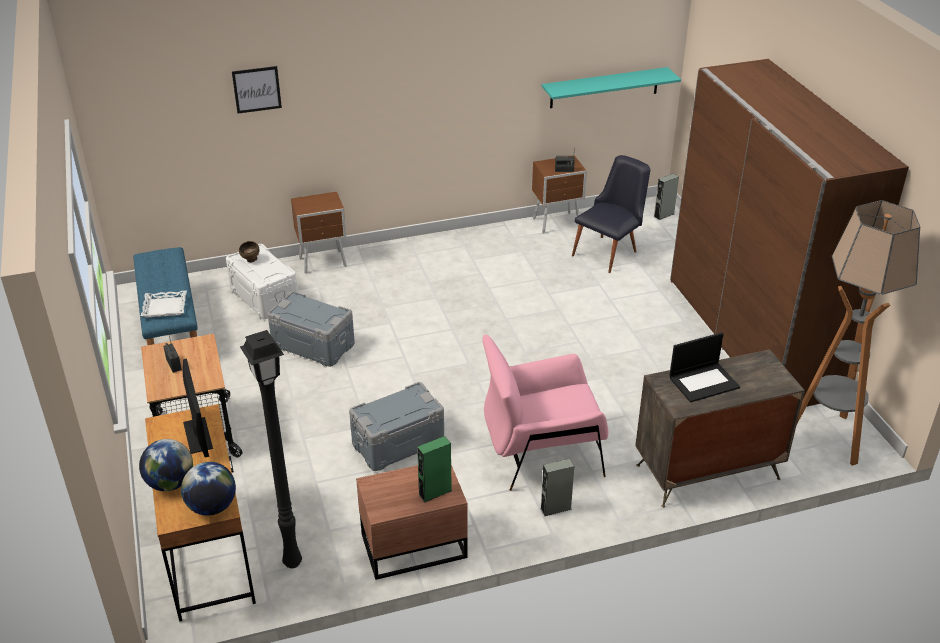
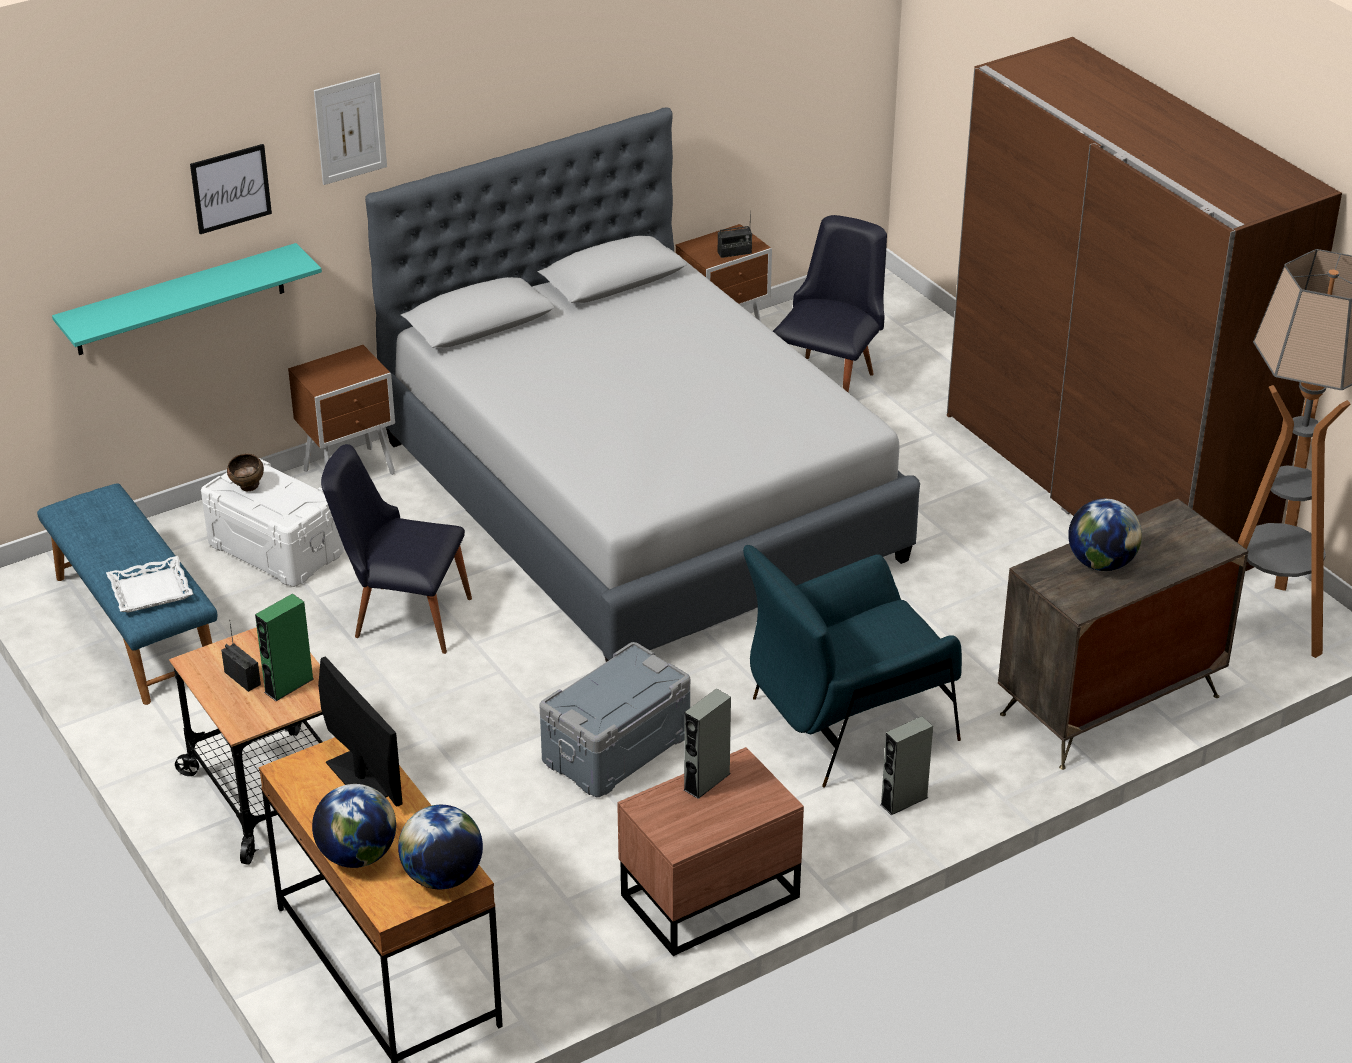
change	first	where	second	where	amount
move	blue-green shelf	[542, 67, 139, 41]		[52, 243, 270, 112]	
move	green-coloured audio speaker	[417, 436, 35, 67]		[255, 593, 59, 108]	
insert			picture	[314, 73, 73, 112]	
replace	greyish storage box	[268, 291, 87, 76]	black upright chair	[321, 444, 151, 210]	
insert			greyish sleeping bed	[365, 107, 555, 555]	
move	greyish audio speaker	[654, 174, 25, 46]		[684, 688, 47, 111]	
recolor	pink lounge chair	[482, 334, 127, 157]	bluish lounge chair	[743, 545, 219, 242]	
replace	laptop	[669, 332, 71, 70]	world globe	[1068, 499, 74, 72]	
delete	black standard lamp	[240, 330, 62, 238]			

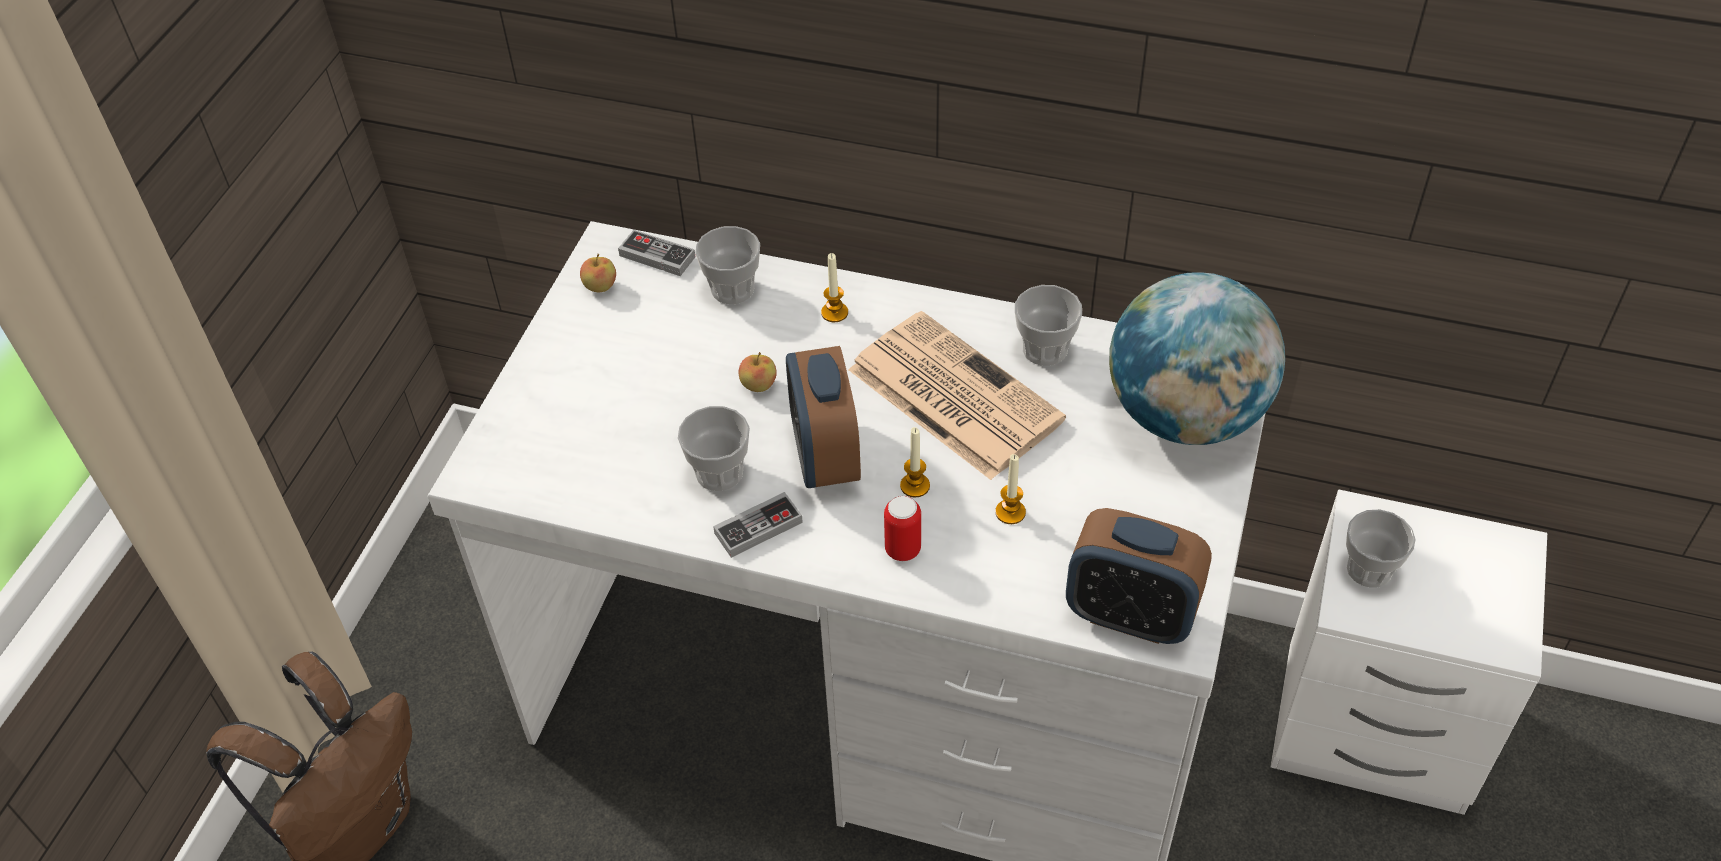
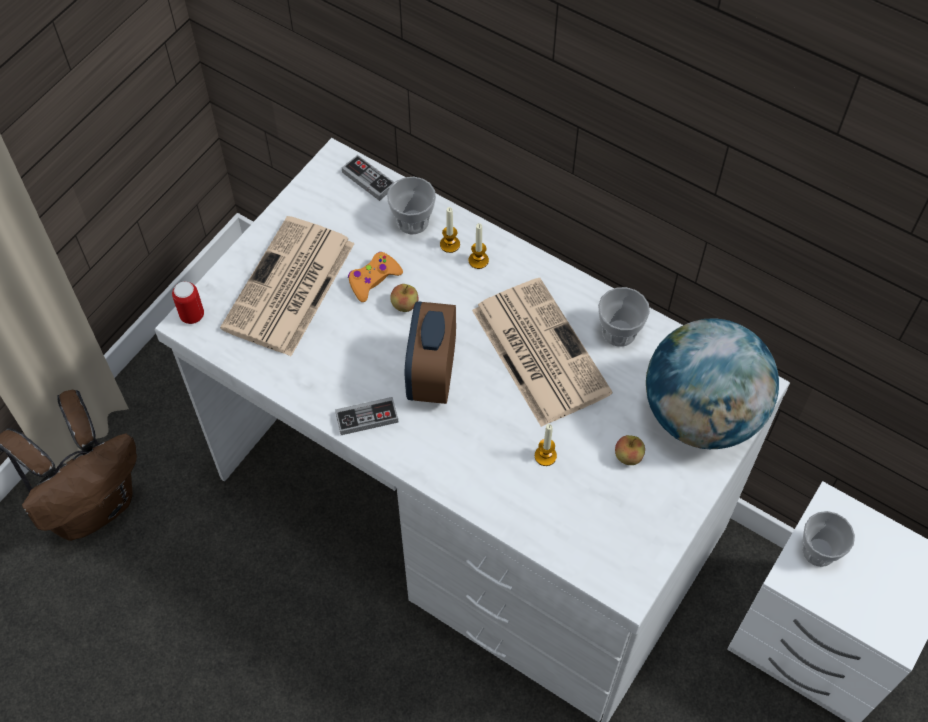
change	first	where	second	where	amount
move	metal can	[884, 496, 37, 65]		[172, 281, 32, 43]	
insert			newspaper	[220, 216, 135, 140]	
insert			orange joypad	[348, 252, 55, 50]	
move	wax candle	[900, 427, 30, 71]		[440, 207, 20, 46]	
move	apple fruit	[580, 253, 36, 39]		[615, 435, 30, 30]	
delete	cup	[678, 406, 72, 85]			
delete	alarm clock	[1066, 508, 146, 136]			

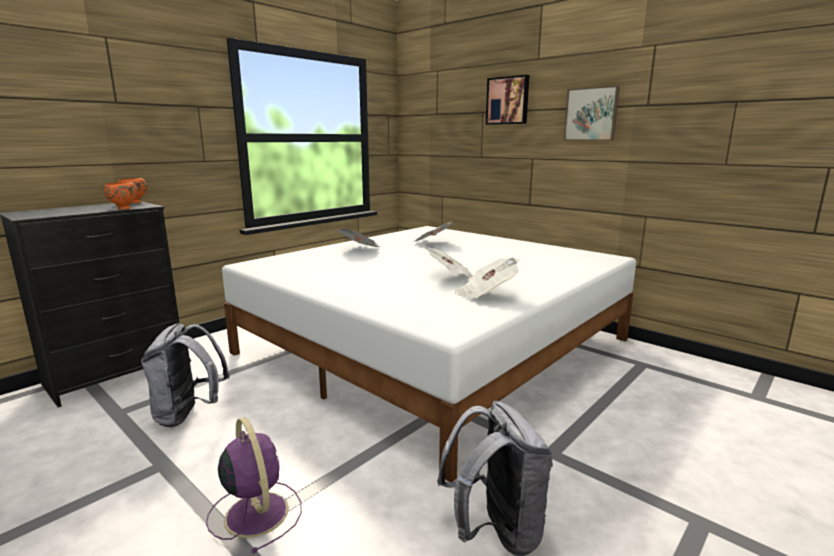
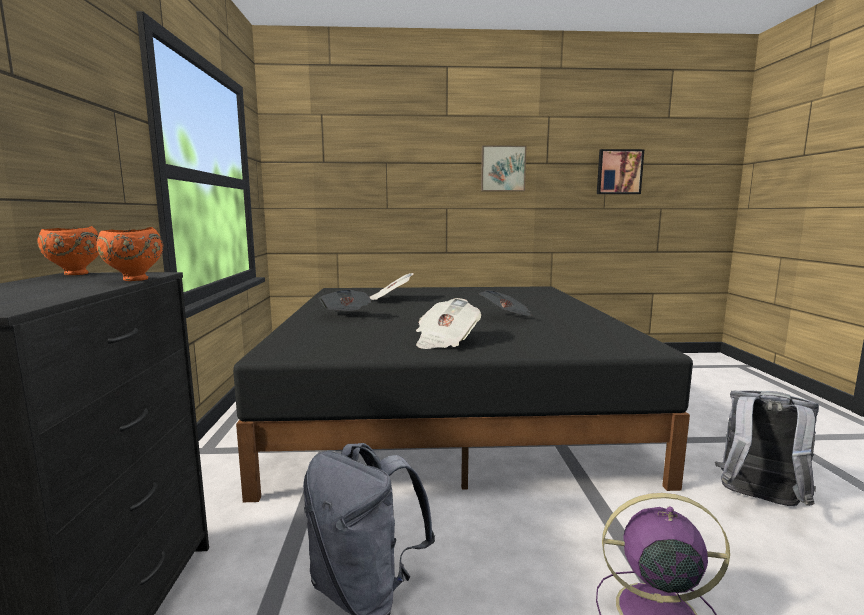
change	first	where	second	where	amount
recolor	white sleeping bed	[222, 226, 414, 256]	black sleeping bed	[233, 286, 460, 216]	
move	newspaper	[455, 257, 64, 42]		[416, 298, 65, 51]	
move	picture	[486, 75, 43, 50]		[597, 149, 47, 45]	

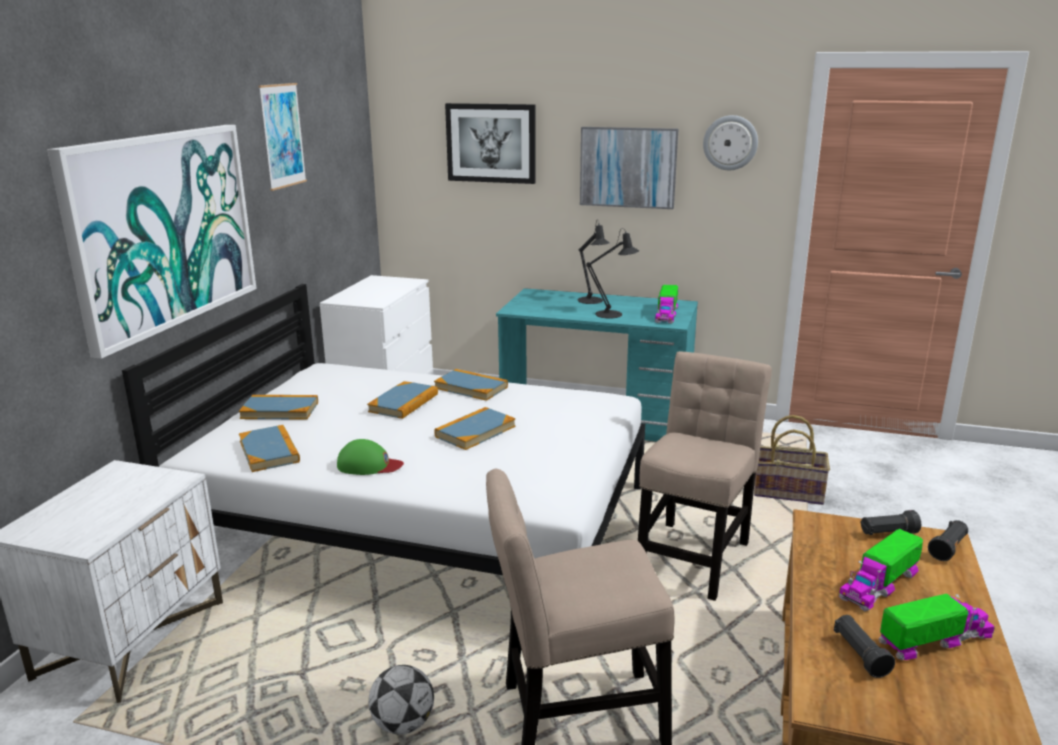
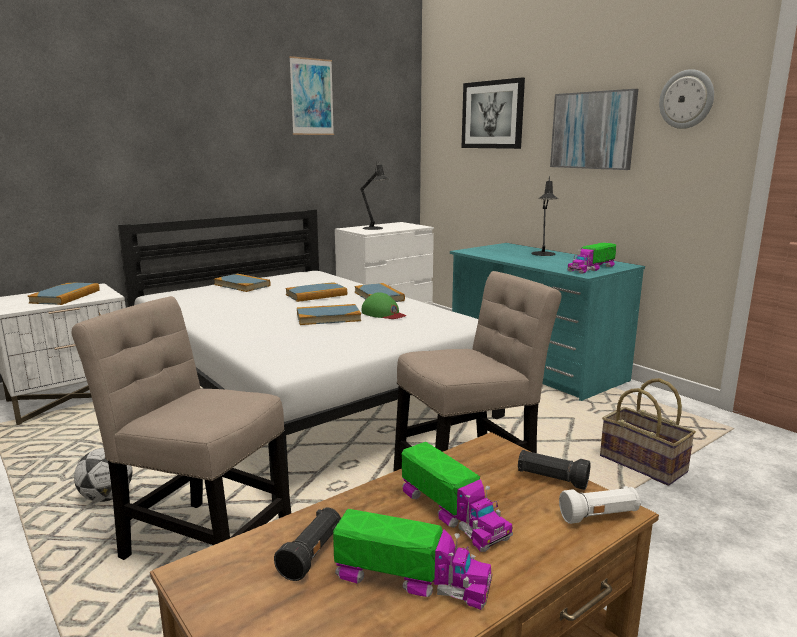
change	first	where	second	where	amount
move	bound book	[239, 425, 61, 47]		[28, 283, 72, 22]	
move	black table lamp	[586, 228, 53, 91]		[360, 161, 29, 69]	
move	green-coloured baseball cap	[337, 439, 67, 36]		[362, 292, 44, 27]	
rotate	toy lorry	[839, 529, 84, 82]		[401, 442, 112, 110]	120 degrees counterclockwise
recolor	black hand torch	[928, 520, 40, 41]	white hand torch	[559, 486, 82, 38]	
delete	picture	[47, 125, 210, 234]			

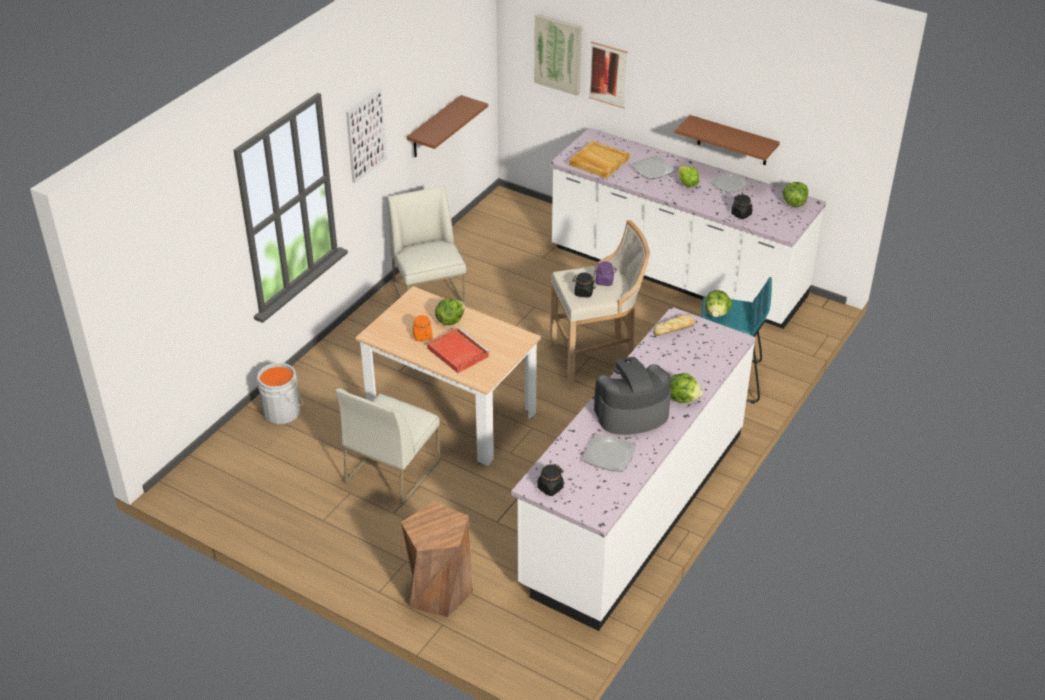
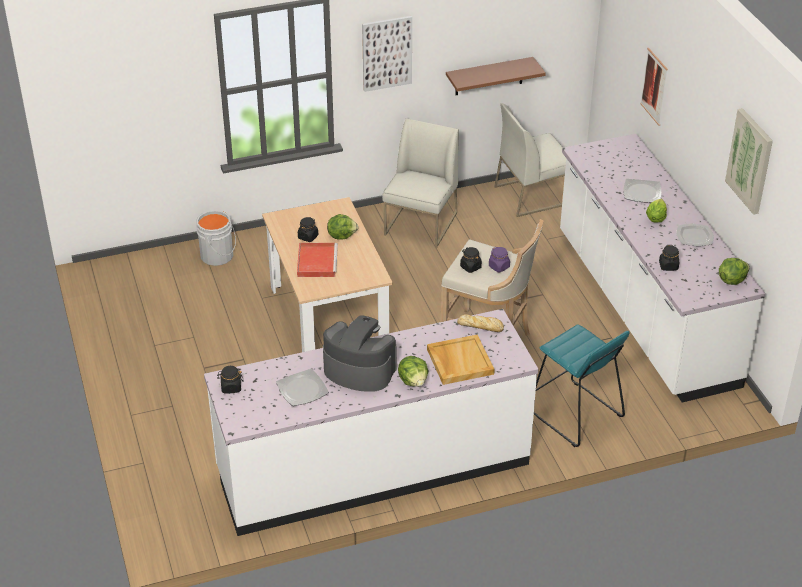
change	first	where	second	where	amount
recolor	orange storage jar	[413, 315, 19, 26]	black storage jar	[298, 217, 20, 25]	
move	beige carrying tray	[569, 141, 61, 38]		[427, 335, 68, 50]	
move	white upright chair	[335, 389, 105, 118]		[494, 103, 72, 114]	
move	picture	[534, 14, 48, 82]		[725, 108, 48, 107]	
delete	brown-coloured stool	[401, 501, 72, 117]			
delete	brown-coloured shelf	[675, 115, 105, 50]			
delete	lettuce head	[705, 290, 27, 27]			

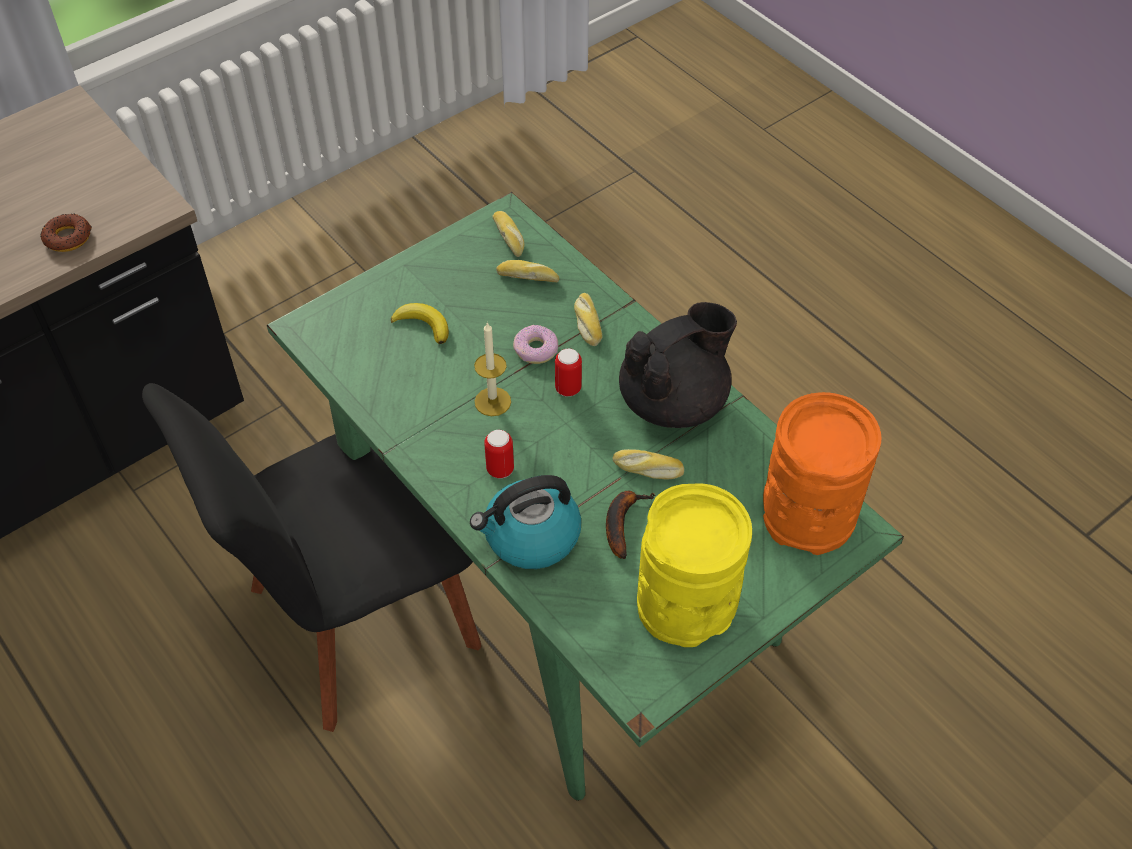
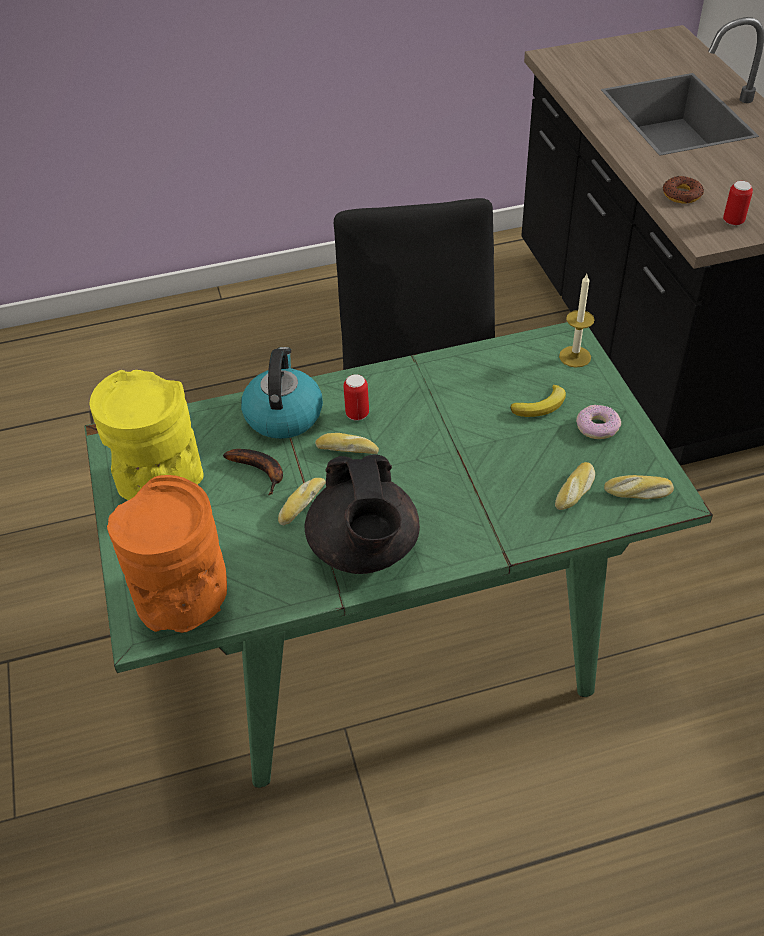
change	first	where	second	where	amount
move	baked bread	[574, 293, 28, 53]		[315, 433, 64, 21]	
move	wax candle	[474, 322, 37, 94]		[559, 274, 36, 94]	
move	ring doughnut	[513, 325, 45, 39]		[576, 405, 45, 34]	
move	metal can	[555, 348, 27, 49]		[723, 181, 30, 45]	

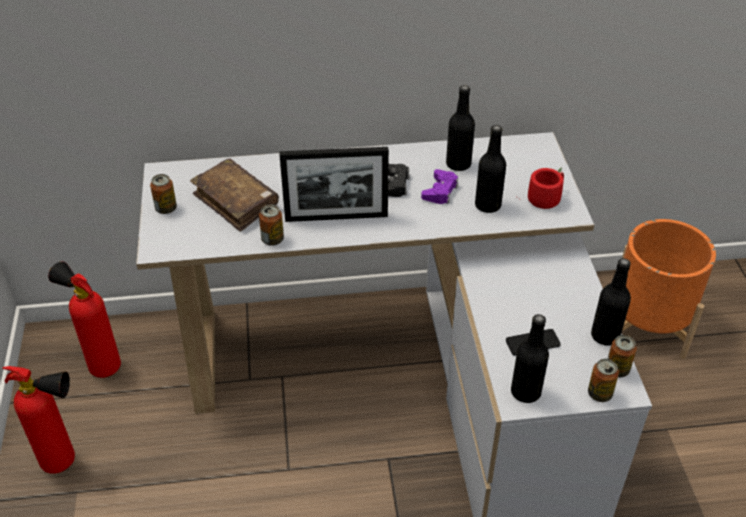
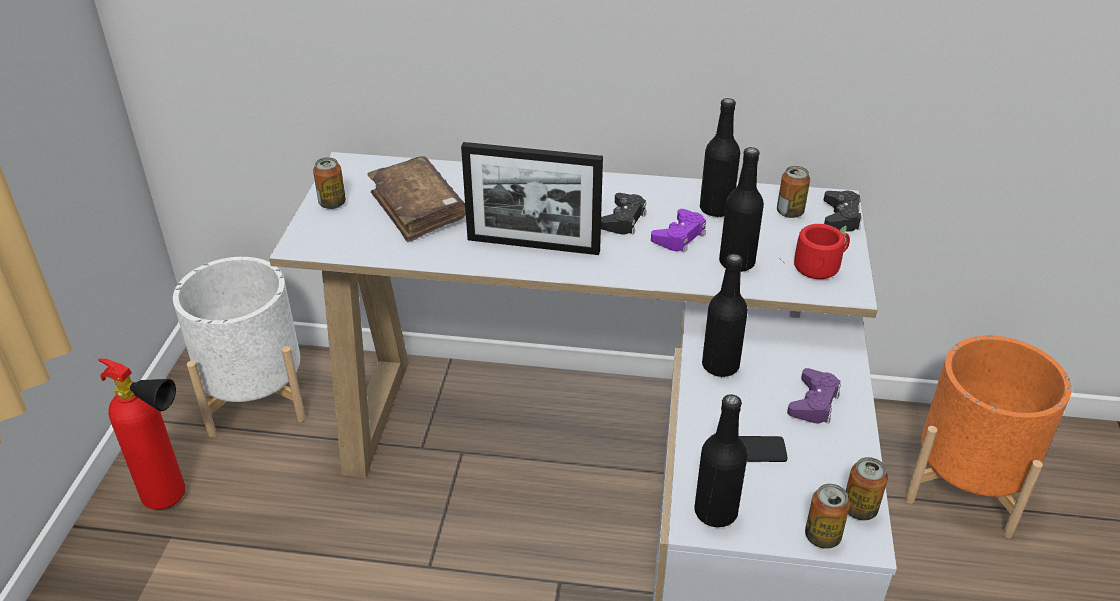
change	first	where	second	where	amount
replace	fire extinguisher	[48, 262, 73, 116]	white flower pot	[173, 257, 133, 180]	
move	black beverage bottle	[591, 258, 40, 88]		[702, 254, 46, 123]	
move	metal can	[259, 204, 25, 42]		[777, 166, 33, 52]	
insert			purplish joypad	[787, 368, 54, 56]	
insert			black joypad	[824, 191, 38, 41]	

